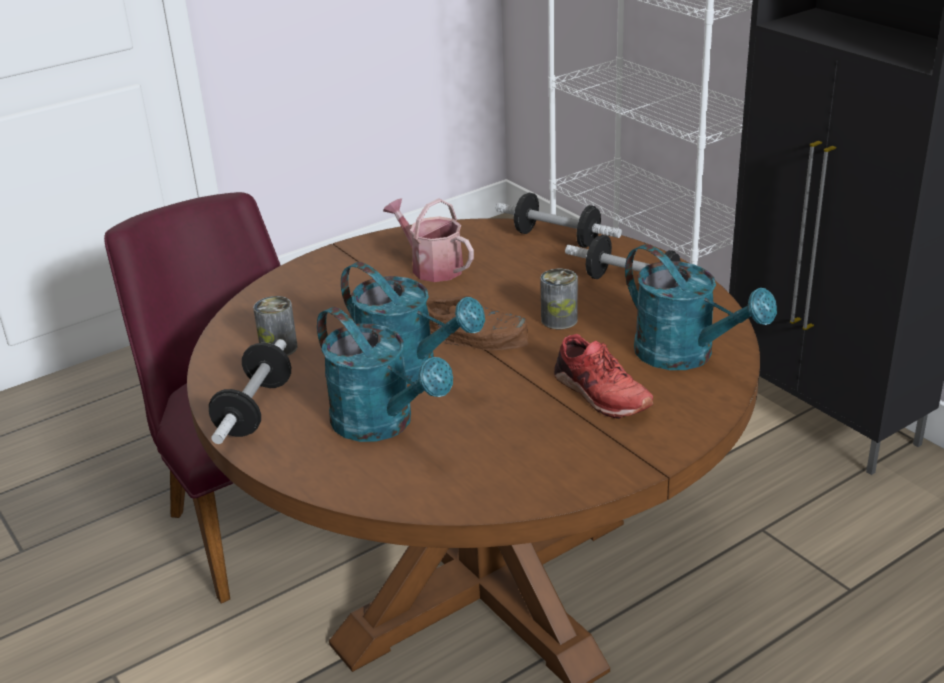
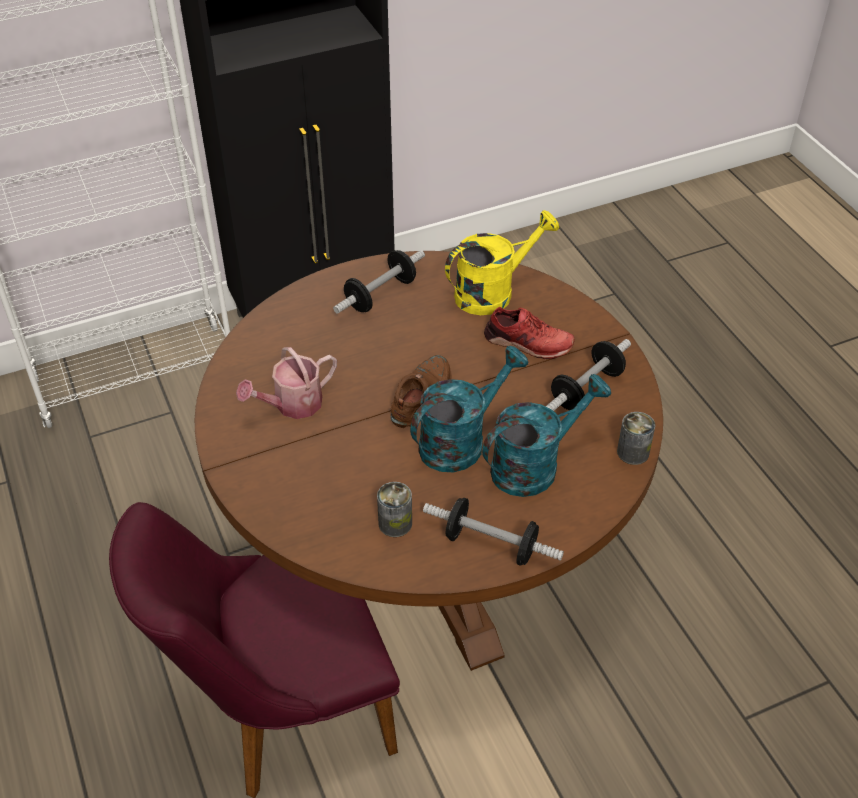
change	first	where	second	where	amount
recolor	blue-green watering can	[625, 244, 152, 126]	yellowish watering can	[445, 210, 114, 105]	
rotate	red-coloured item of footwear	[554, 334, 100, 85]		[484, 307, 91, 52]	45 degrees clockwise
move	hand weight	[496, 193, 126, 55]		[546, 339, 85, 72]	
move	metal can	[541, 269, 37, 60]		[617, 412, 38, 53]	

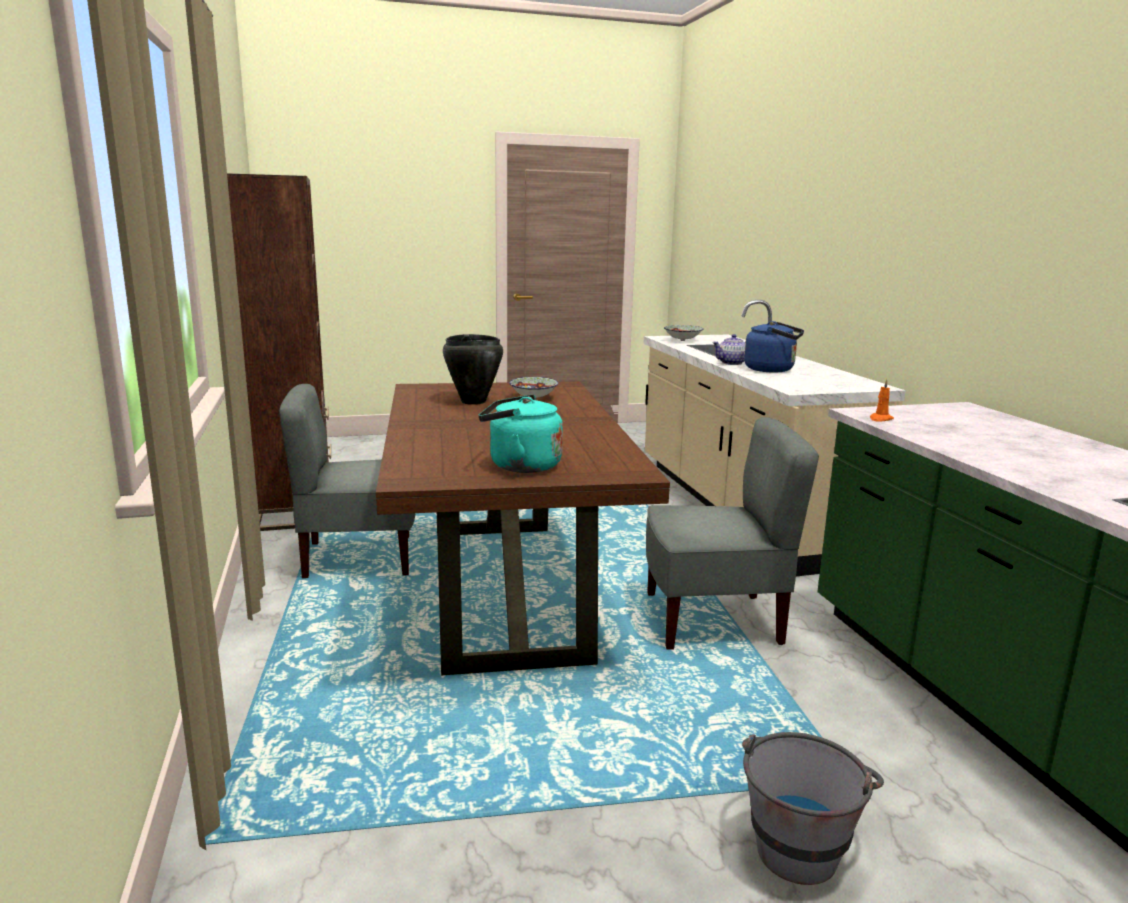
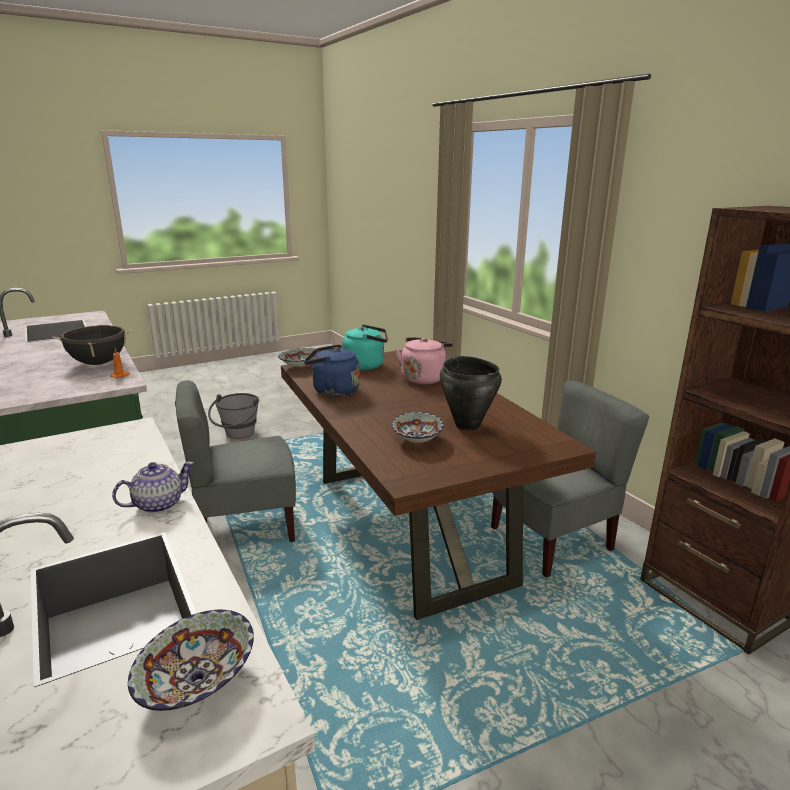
change	first	where	second	where	amount
insert			black cooking pot	[53, 325, 79, 40]	
insert			serving bowl	[278, 348, 38, 19]	
move	bluish water kettle	[744, 321, 60, 52]		[304, 344, 56, 53]	
insert			pink water kettle	[395, 337, 58, 47]	

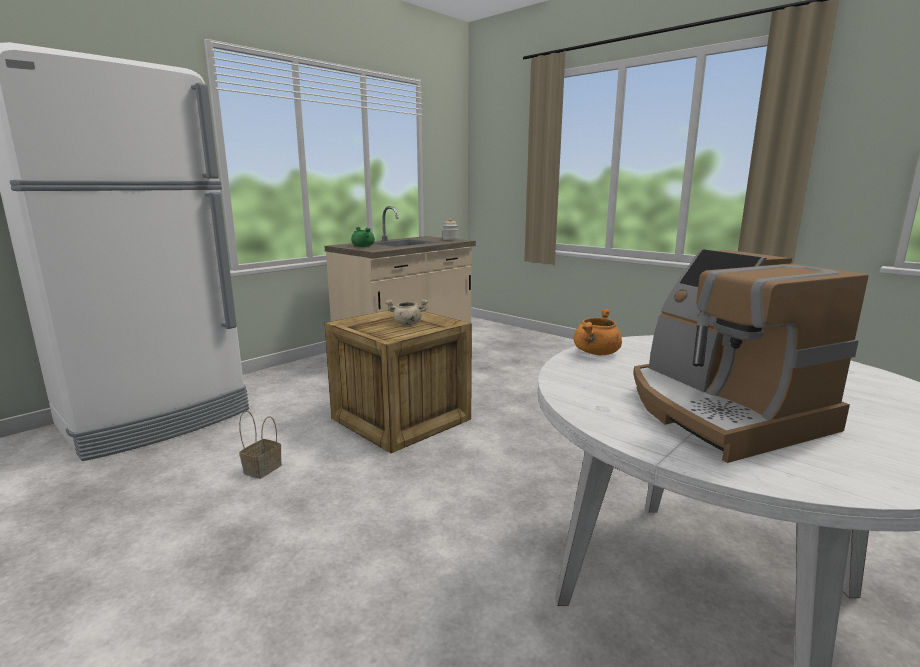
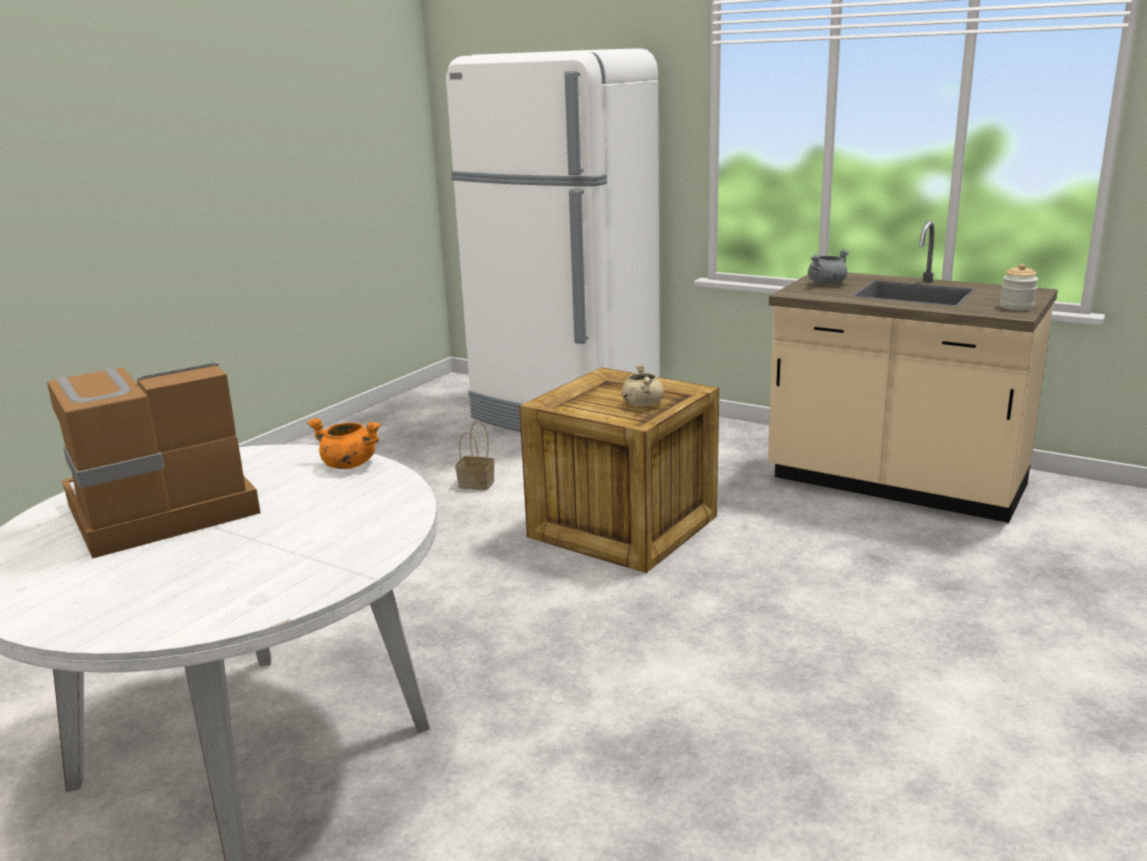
change	first	where	second	where	amount
recolor	green-coloured cooking pot	[351, 227, 24, 20]	greyish cooking pot	[808, 250, 41, 35]	

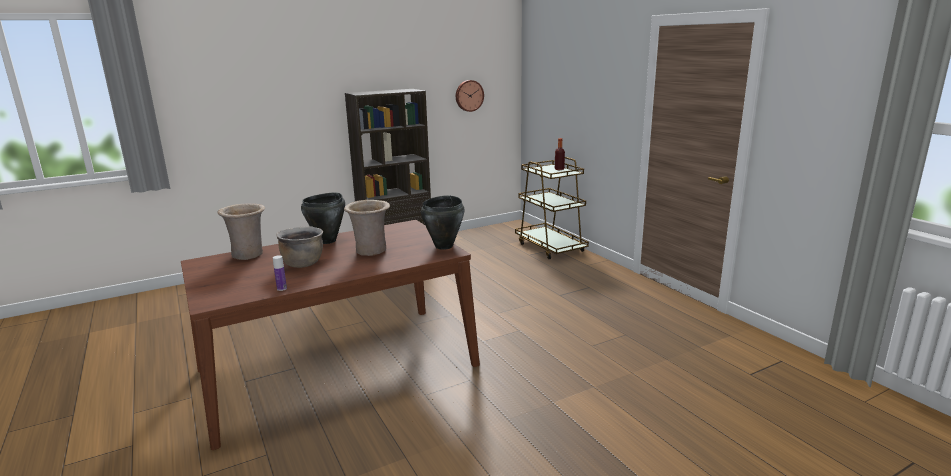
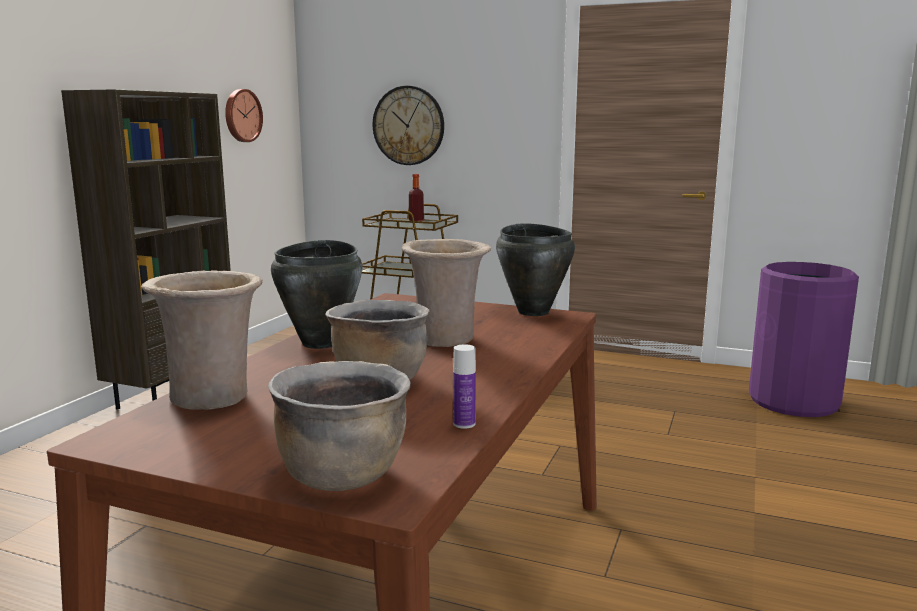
change	first	where	second	where	amount
insert			brown-coloured cooking pot	[268, 361, 143, 130]	
insert			hanging clock	[373, 86, 71, 79]	
insert			purplish rubbish bin	[749, 262, 110, 155]	

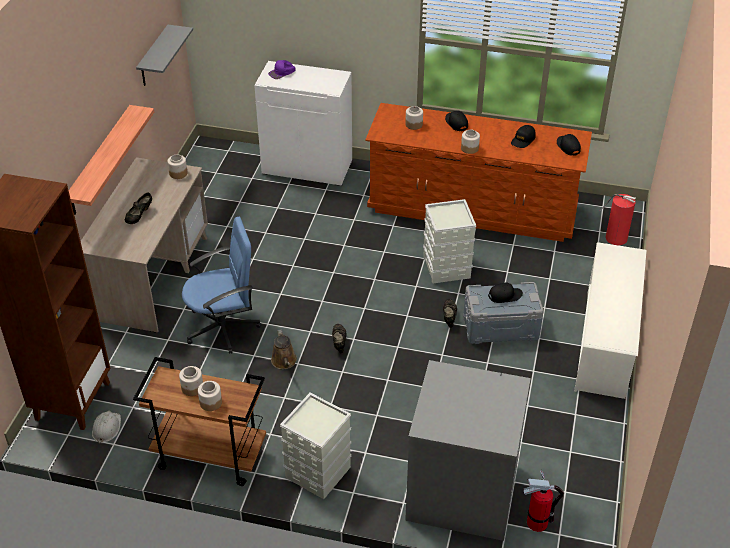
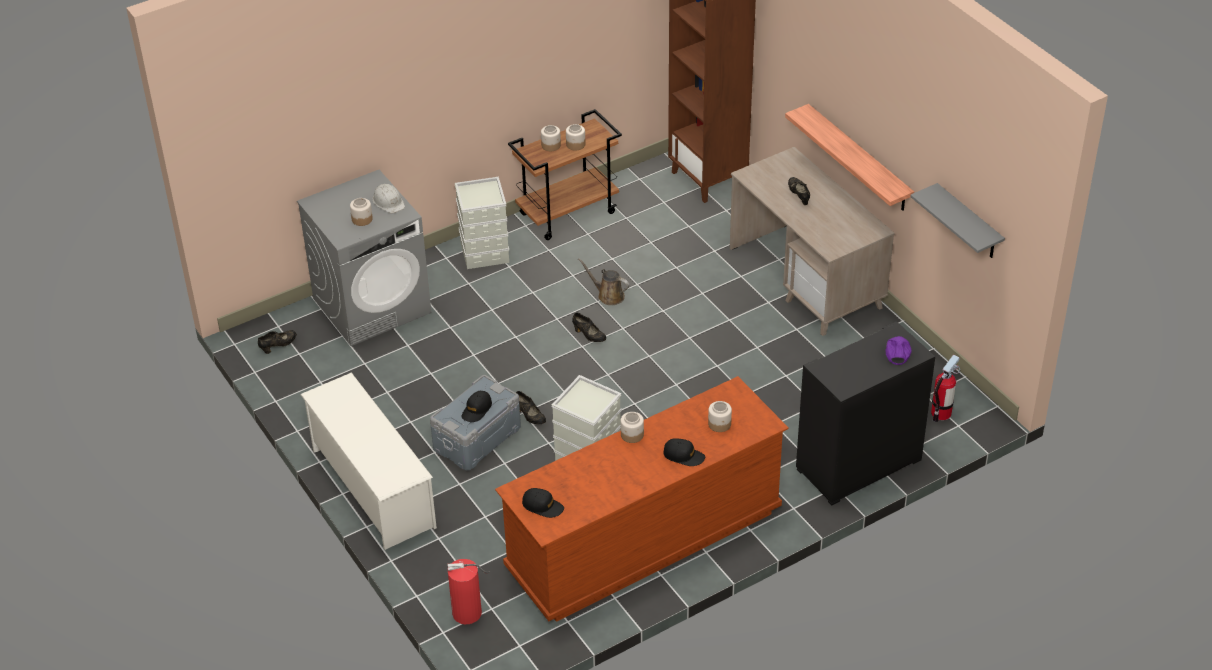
change	first	where	second	where	amount
insert			black item of footwear	[258, 330, 39, 24]	
move	storage jar	[167, 154, 21, 25]		[350, 198, 23, 28]	
move	white hard hat	[92, 411, 29, 33]		[372, 184, 33, 29]	
recolor	white cabinet	[254, 61, 98, 125]	black cabinet	[796, 322, 139, 184]	
move	fire extinguisher	[524, 470, 40, 62]		[931, 355, 29, 67]	
delete	bluish computer chair	[182, 217, 79, 137]			
delete	black baseball cap	[511, 125, 25, 23]			

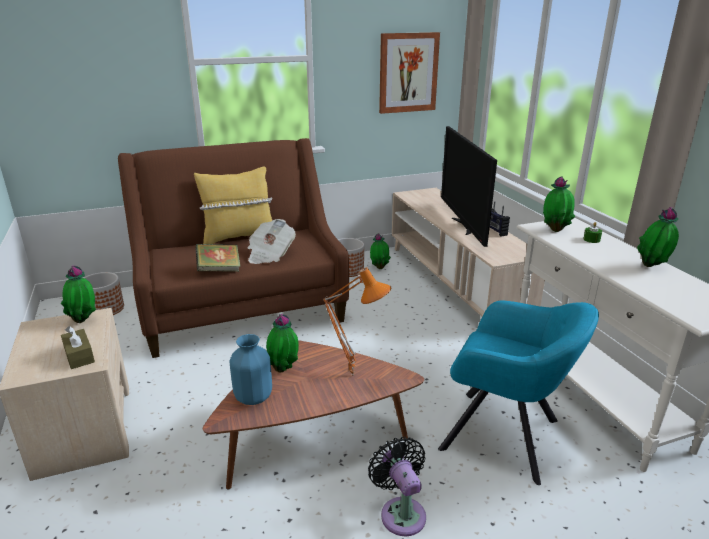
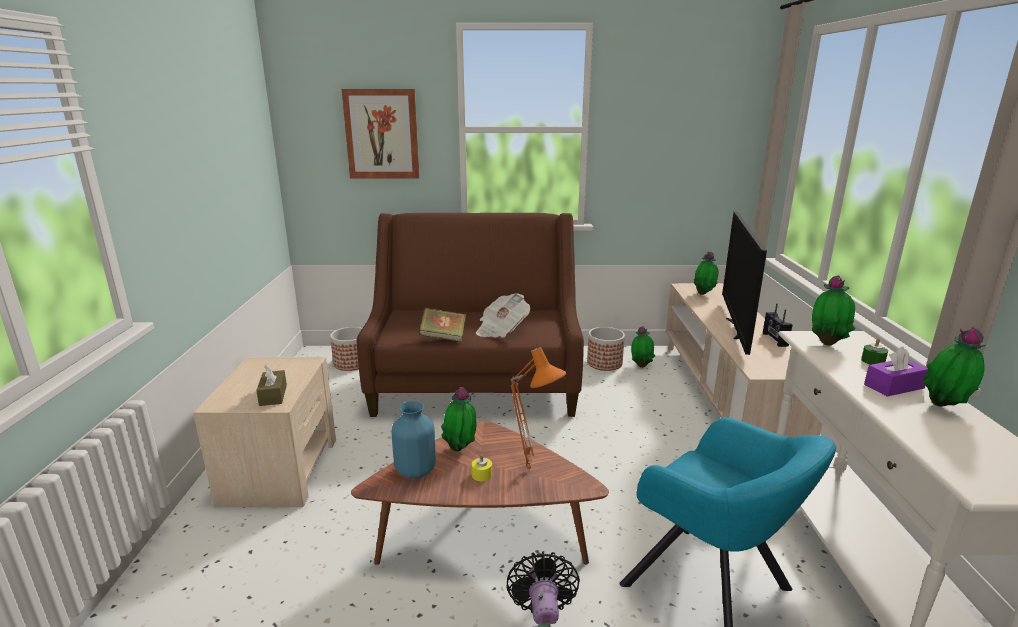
change	first	where	second	where	amount
move	picture	[379, 32, 61, 82]		[342, 89, 78, 89]	
insert			yellowish wax candle	[472, 454, 20, 27]	
move	potted plant	[61, 266, 35, 57]		[694, 251, 24, 44]	
insert			purplish tissue holder	[864, 347, 64, 50]	
delete	yellowish pillow	[194, 167, 78, 77]			

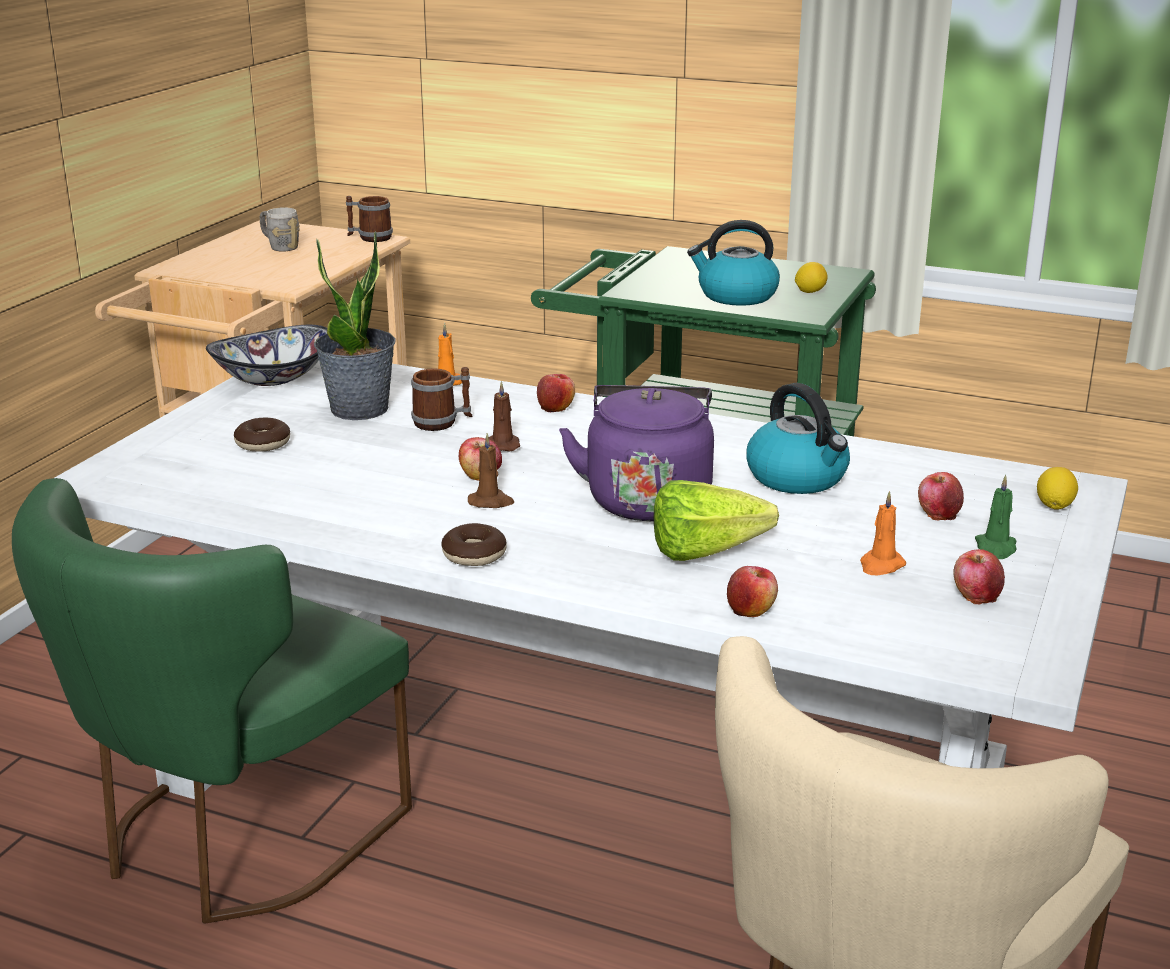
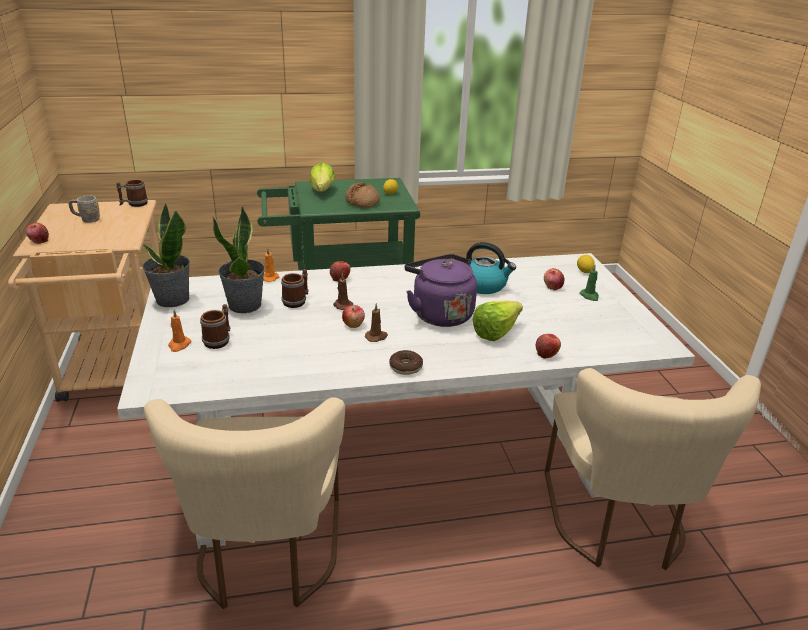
change	first	where	second	where	amount
move	apple fruit	[954, 549, 51, 55]		[26, 223, 23, 21]	
replace	serving bowl	[206, 325, 121, 61]	potted plant	[142, 203, 48, 104]	
recolor	green-coloured upright chair	[12, 478, 400, 446]	beige upright chair	[144, 397, 201, 212]	
move	orange wax candle	[860, 491, 46, 84]		[168, 310, 24, 42]	
replace	ring doughnut	[234, 418, 56, 33]	tea mug	[200, 304, 30, 45]	
insert			lettuce head	[310, 162, 25, 30]	
replace	water kettle	[687, 220, 93, 86]	baked bread	[345, 183, 35, 25]	

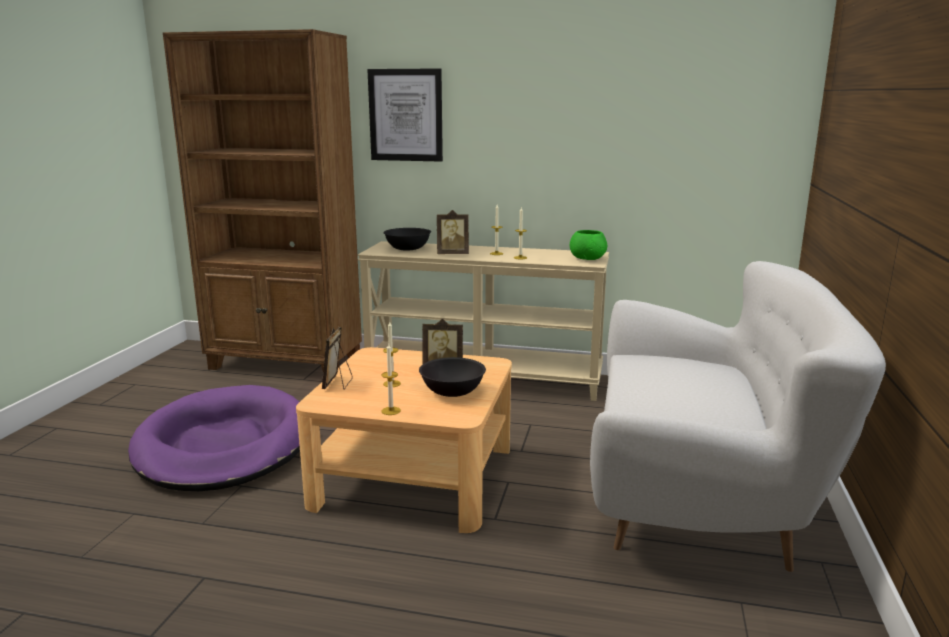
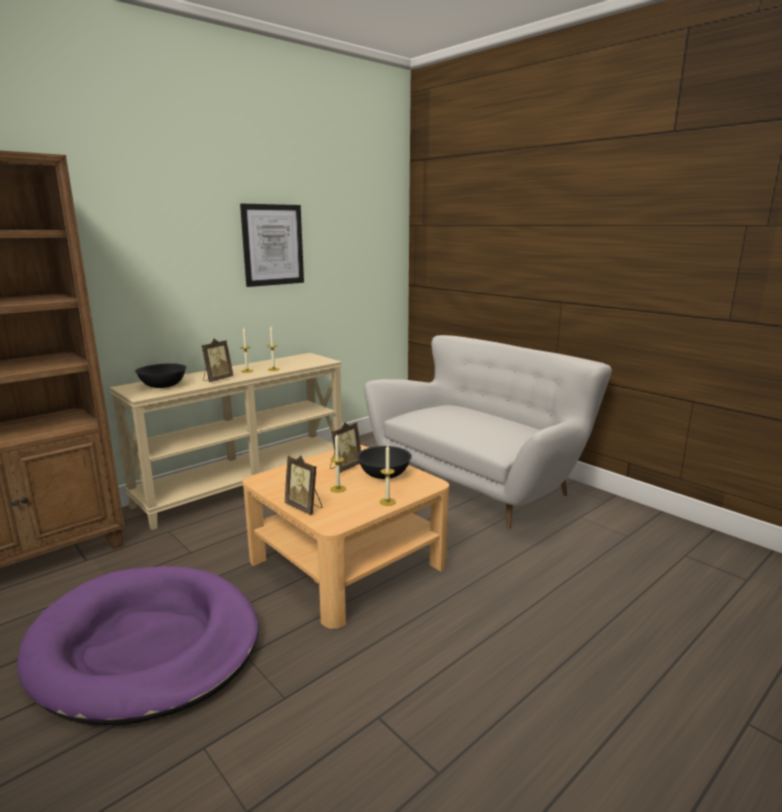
change	first	where	second	where	amount
move	picture	[367, 68, 76, 94]		[240, 204, 64, 83]	
delete	green-coloured serving bowl	[570, 230, 37, 30]			

